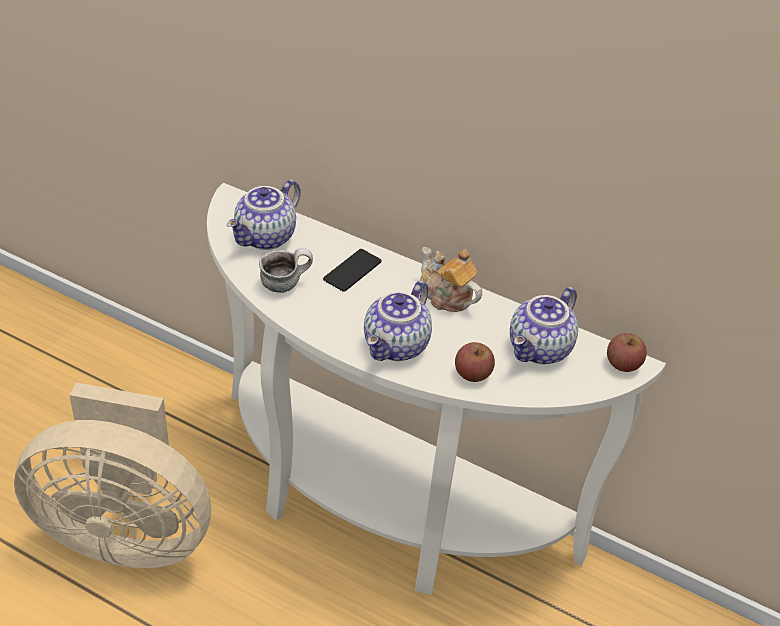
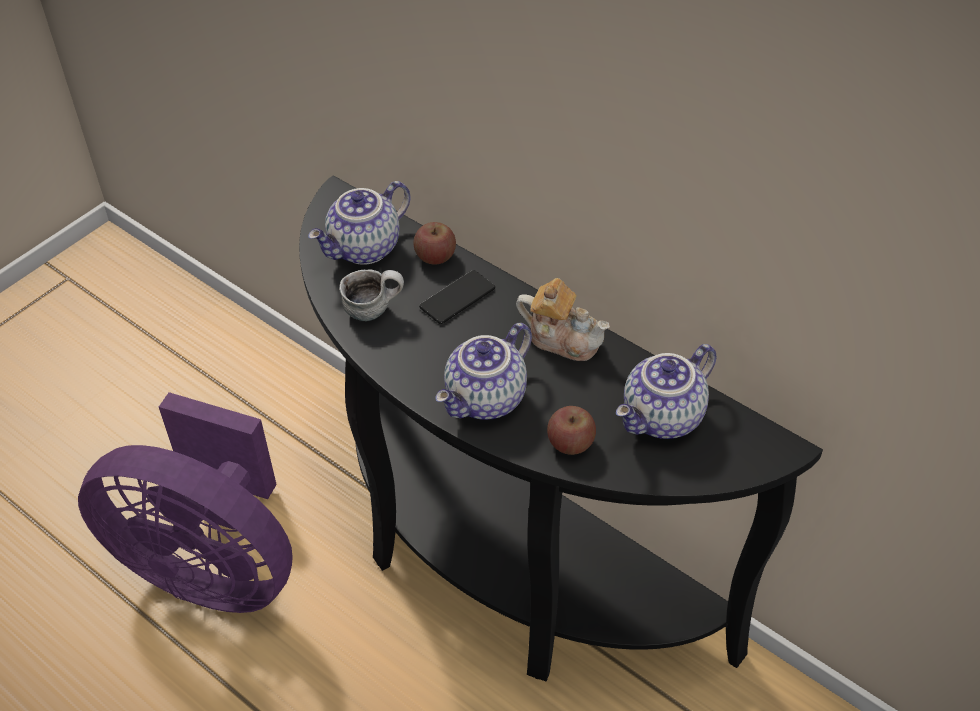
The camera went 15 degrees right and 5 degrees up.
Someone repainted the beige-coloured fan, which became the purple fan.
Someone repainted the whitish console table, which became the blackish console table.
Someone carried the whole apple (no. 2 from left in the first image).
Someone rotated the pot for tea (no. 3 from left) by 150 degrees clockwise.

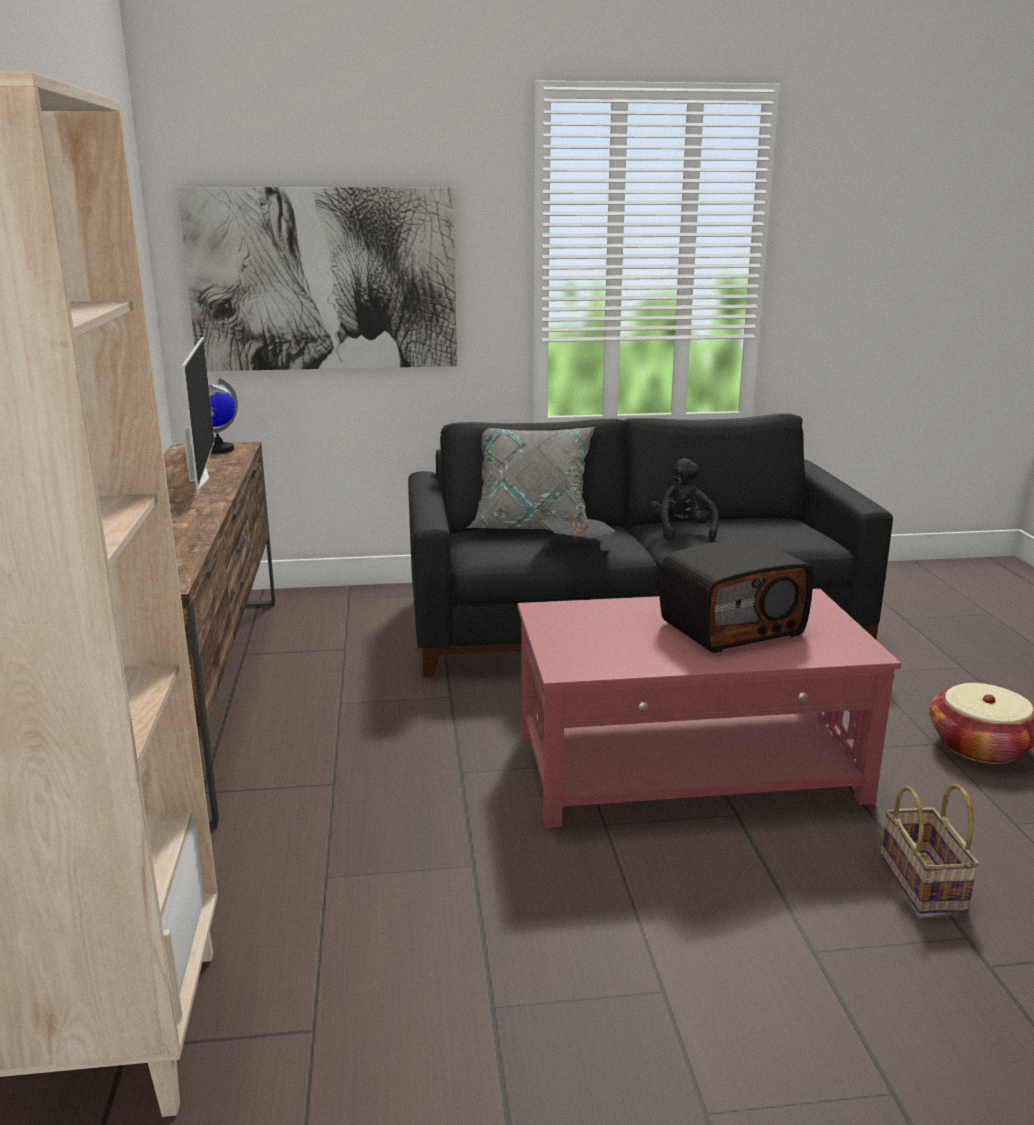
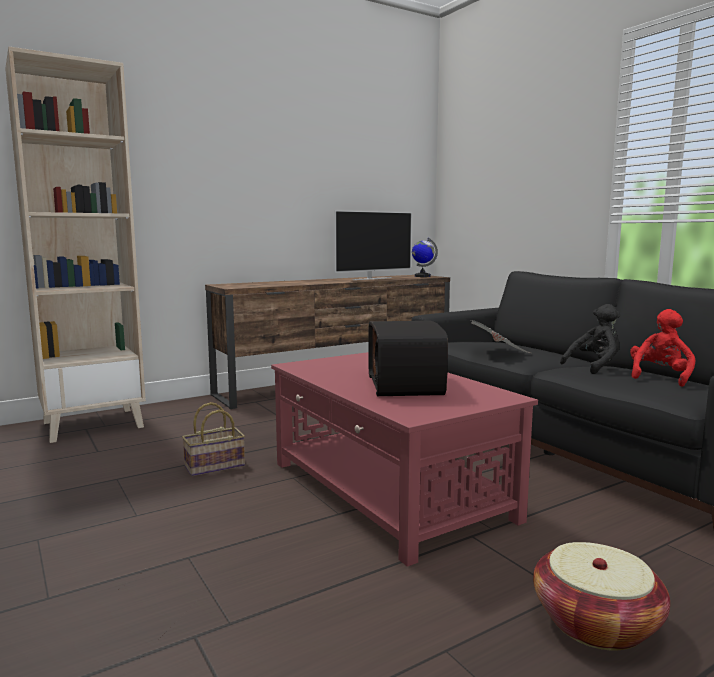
The camera went 65 degrees right and 10 degrees down.
Someone carried the basket (no. 1 from left).
Someone rotated the radio receiver by 45 degrees clockwise.
Someone put down the reddish plush toy.
Someone took away the picture.
Someone took away the gray throw pillow.

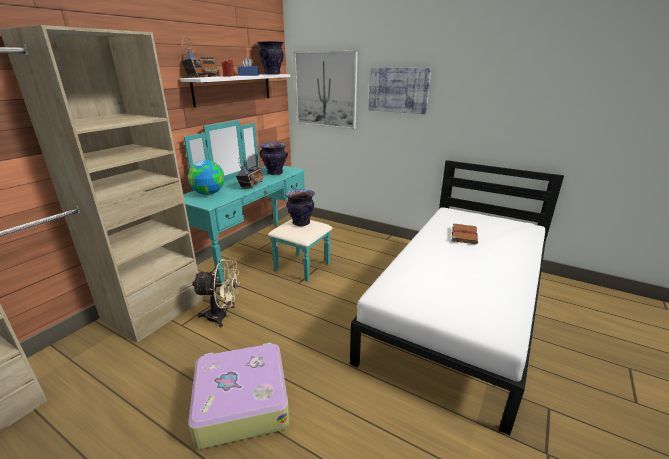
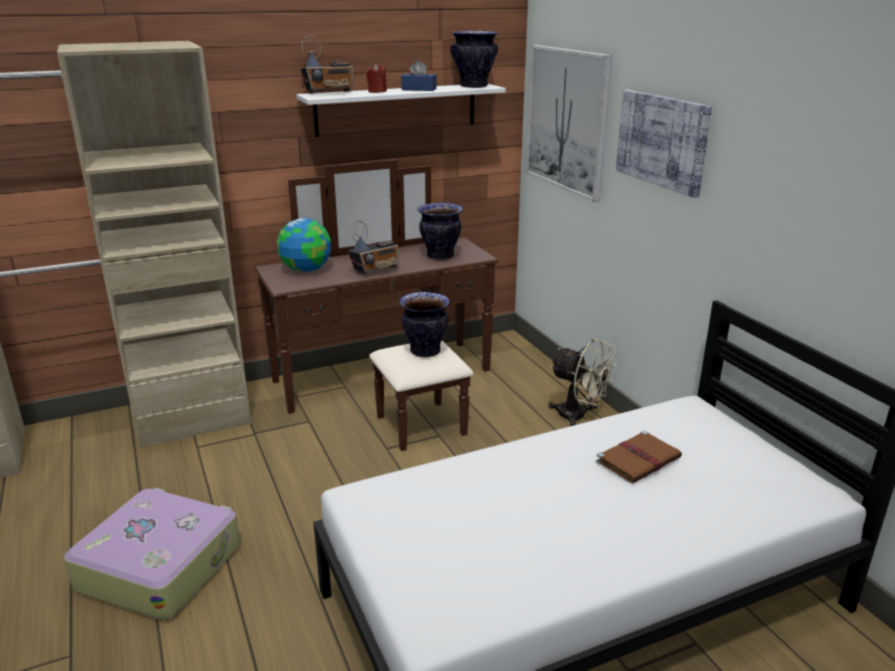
The camera went 35 degrees right and 0 degrees up.
Someone repainted the turquoise drawer chest, which became the brown drawer chest.
Someone carried the beige-coloured fan.

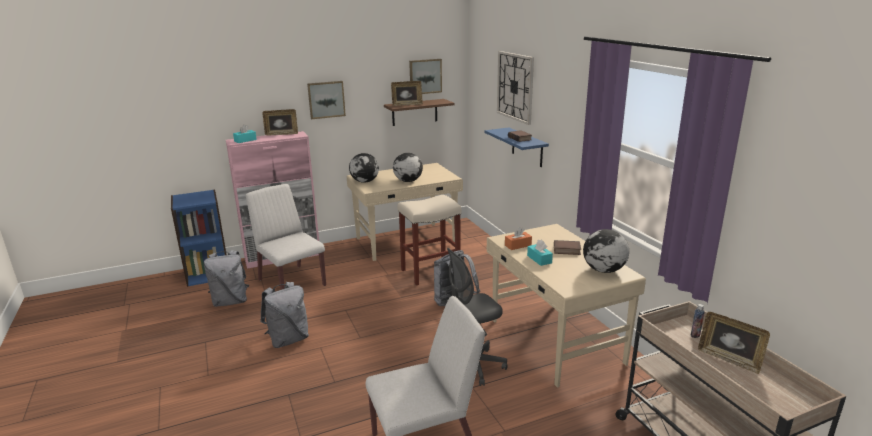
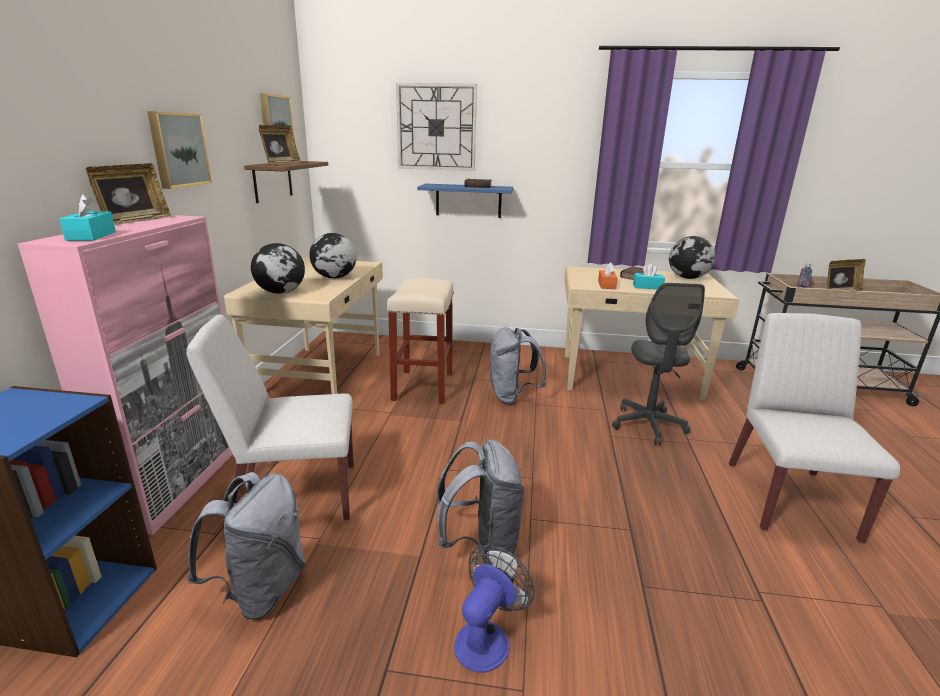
The camera went 60 degrees left and 0 degrees up.
Someone put down the fan.

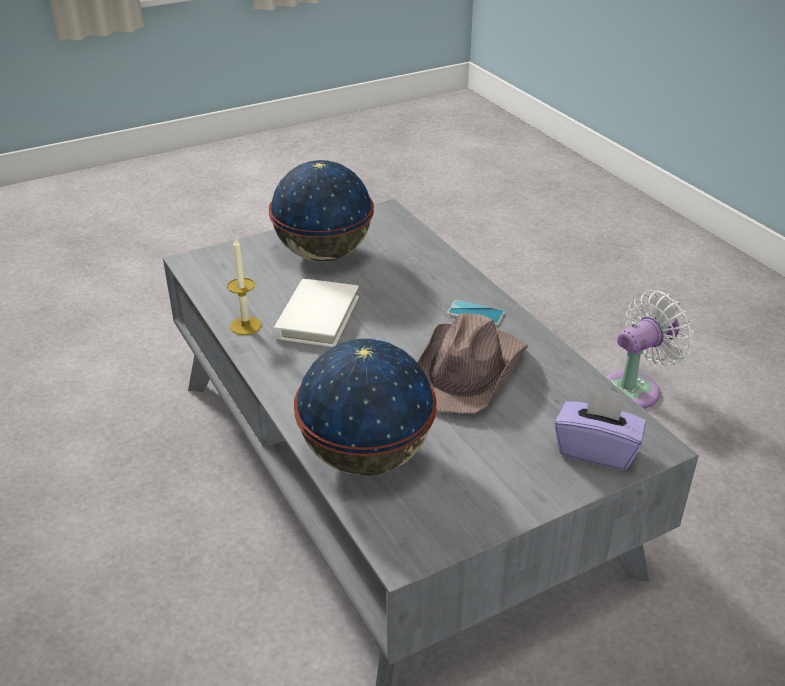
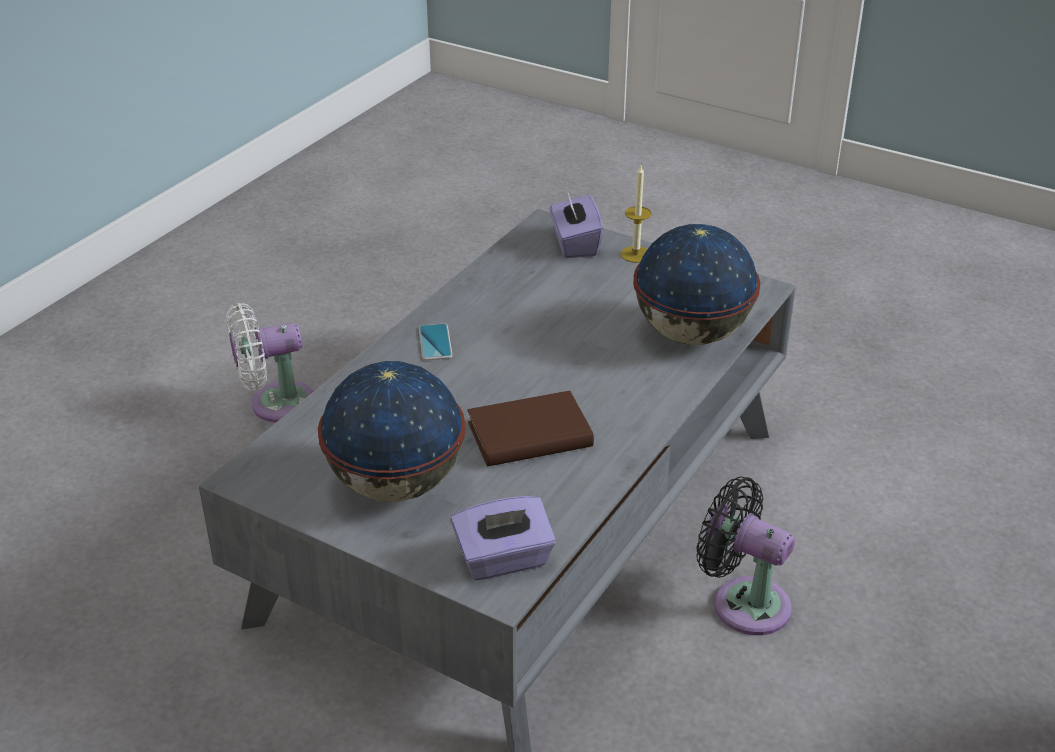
The camera went 120 degrees left and 0 degrees up.
Someone rotated the whitish fan by 45 degrees counterclockwise.
Someone put down the purple tissue box (no. 1 from left).
Someone repainted the whitish volume, which became the brown volume.
Someone carried the wax candle.
Someone put down the blackish fan.
Someone took away the brown clothing hat.

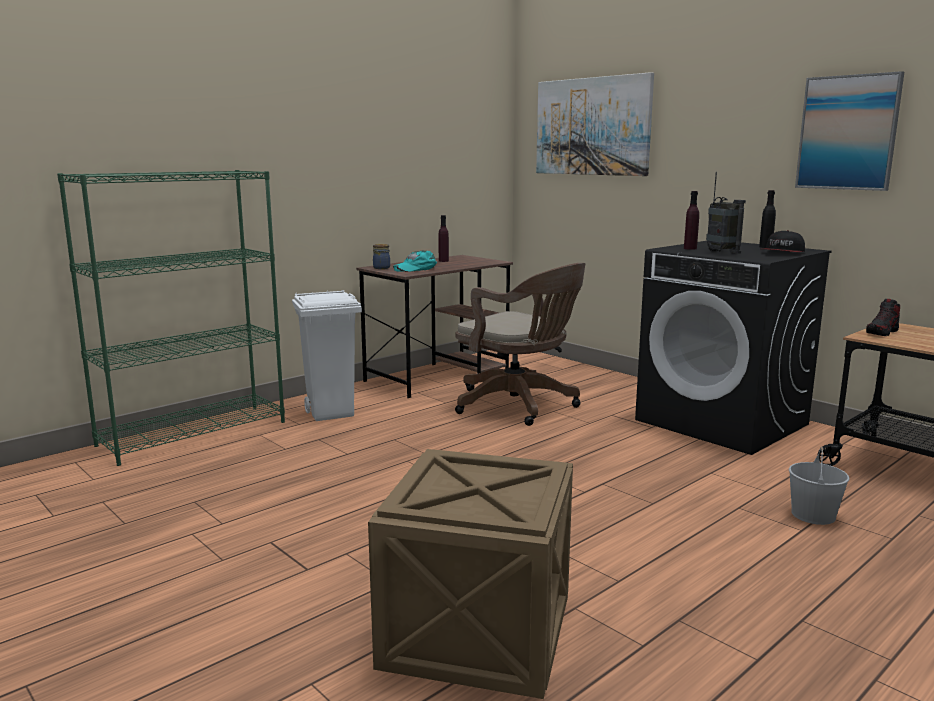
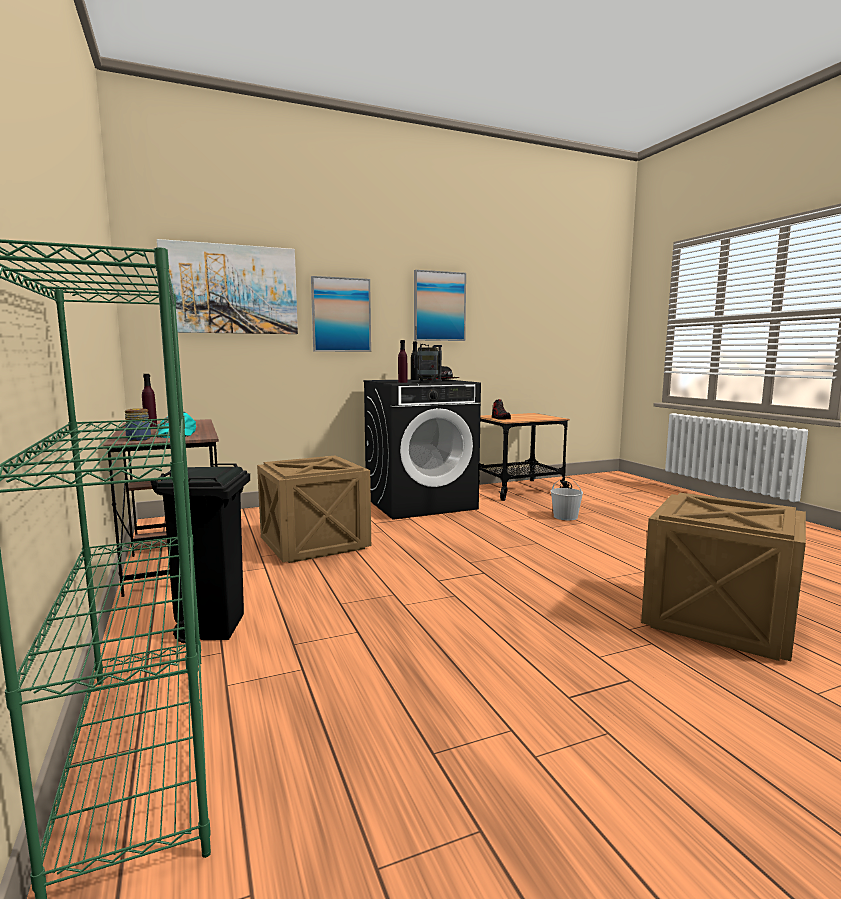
The camera went 70 degrees left and 5 degrees down.
Someone repainted the whitish rubbish bin, which became the blackish rubbish bin.
Someone swapped the brown computer chair for the packing crate (no. 1 from left).
Someone put up the picture (no. 2 from left).

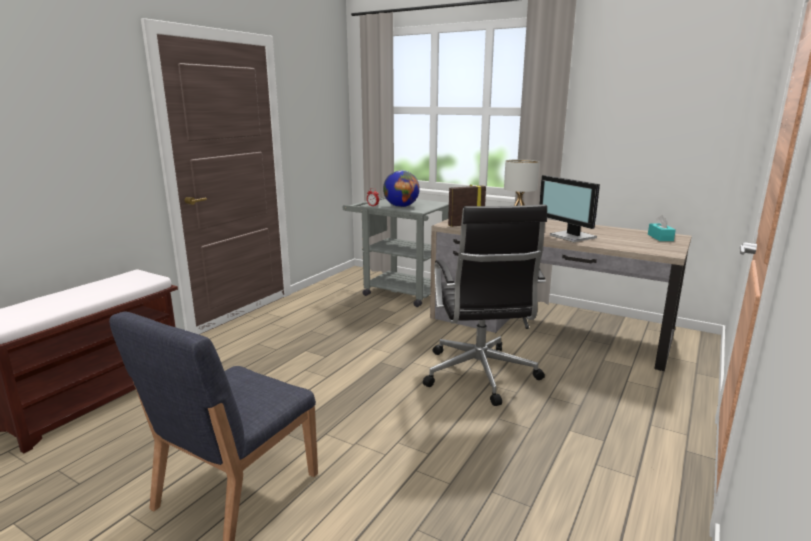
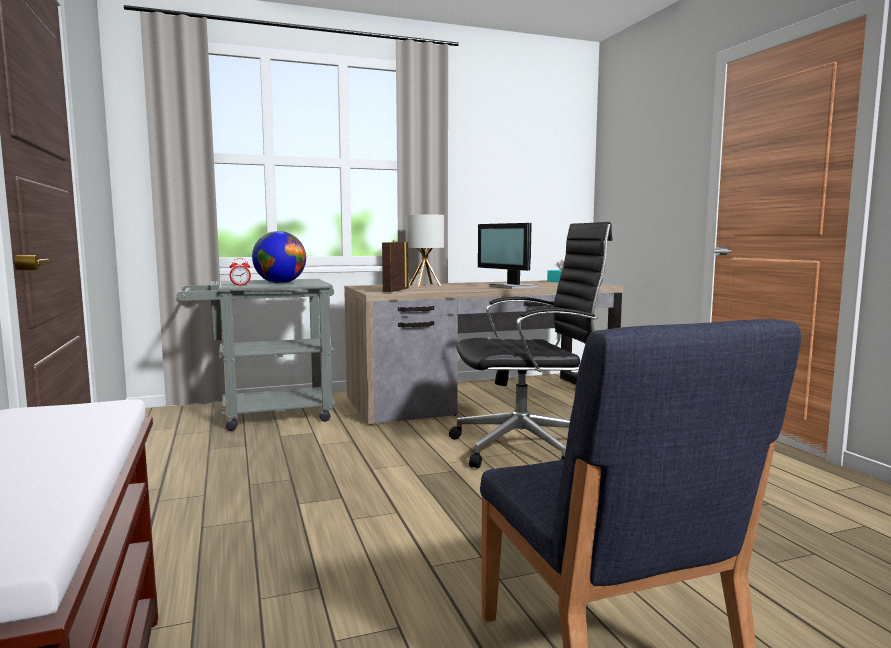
The camera went 50 degrees left and 10 degrees down.
Someone rotated the blackish computer chair by 45 degrees counterclockwise.
Someone rotated the computer screen by 45 degrees clockwise.

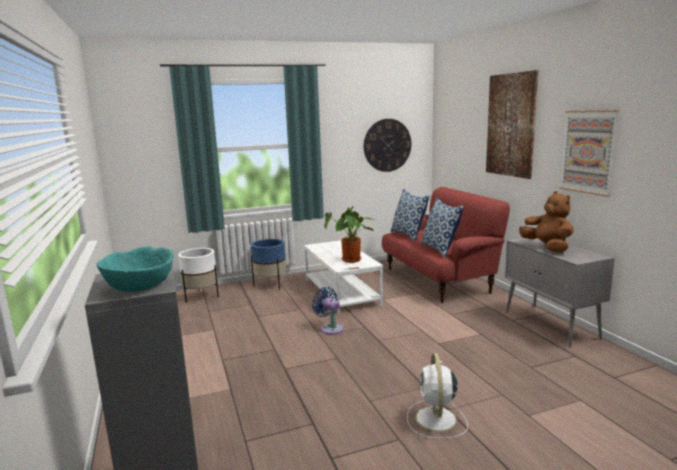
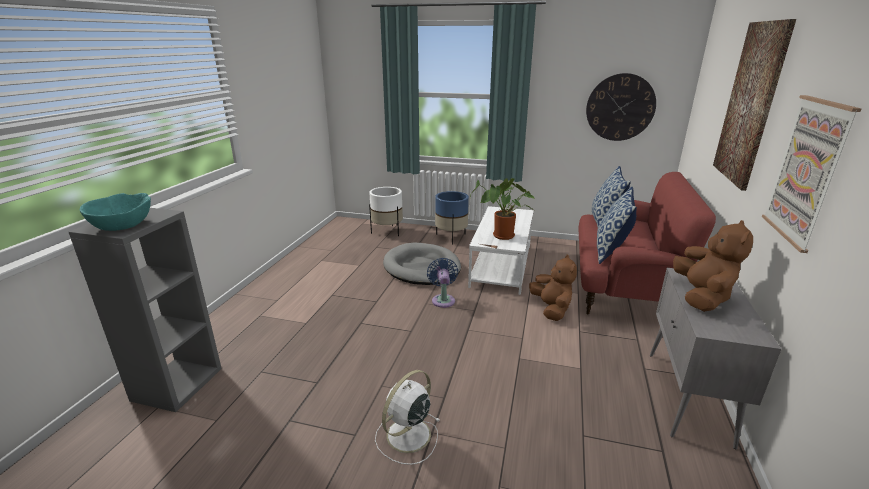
The camera went 35 degrees right and 10 degrees up.
Someone put down the gray pet bed.
Someone put down the brown plush toy (no. 1 from left).

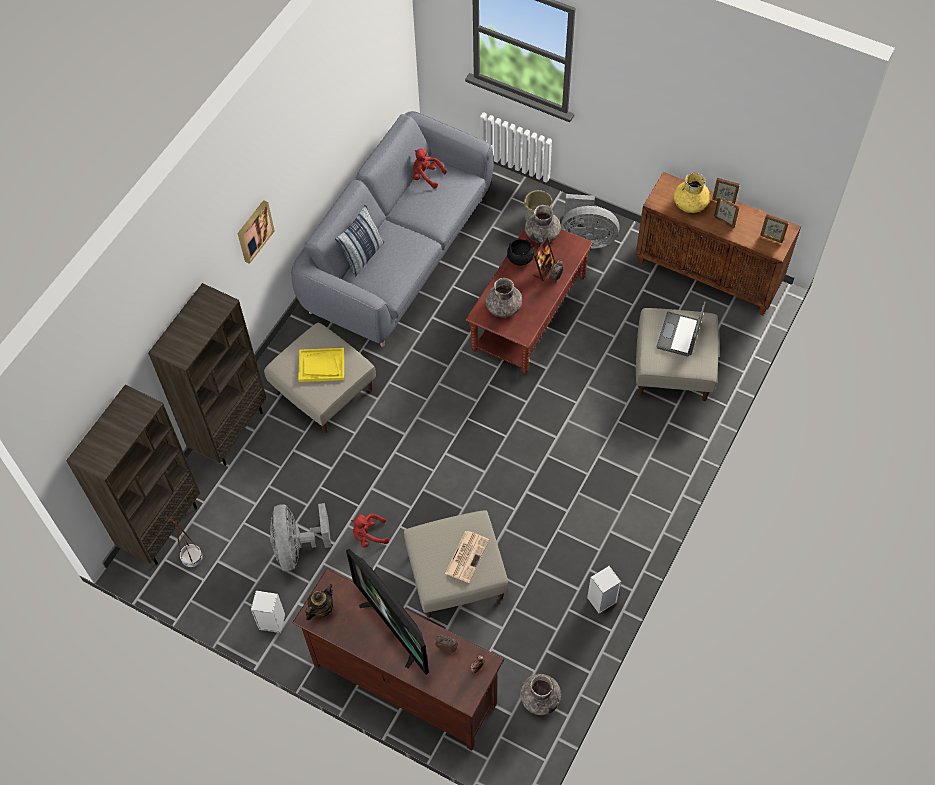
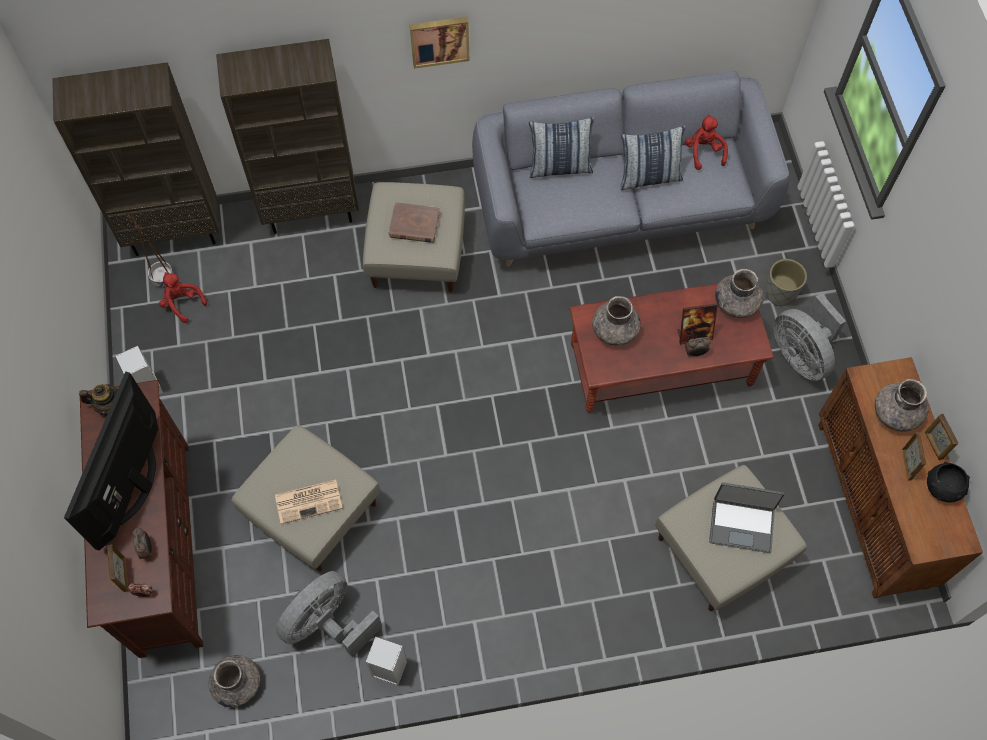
The camera went 50 degrees right and 5 degrees up.
Someone carried the photo frame (no. 4 from left in the first image).
Someone carried the reddish plush toy (no. 1 from left).
Someone carried the gray fan (no. 1 from left).
Someone swapped the yellow-coloured tray for the brown volume.
Someone put down the throw pillow (no. 2 from left).
Someone rotated the notebook computer by 150 degrees counterclockwise.
Someone repainted the yellow-coloured flower vase, which became the gray flower vase (no. 4 from left).
Someone carried the blackish bowl.

